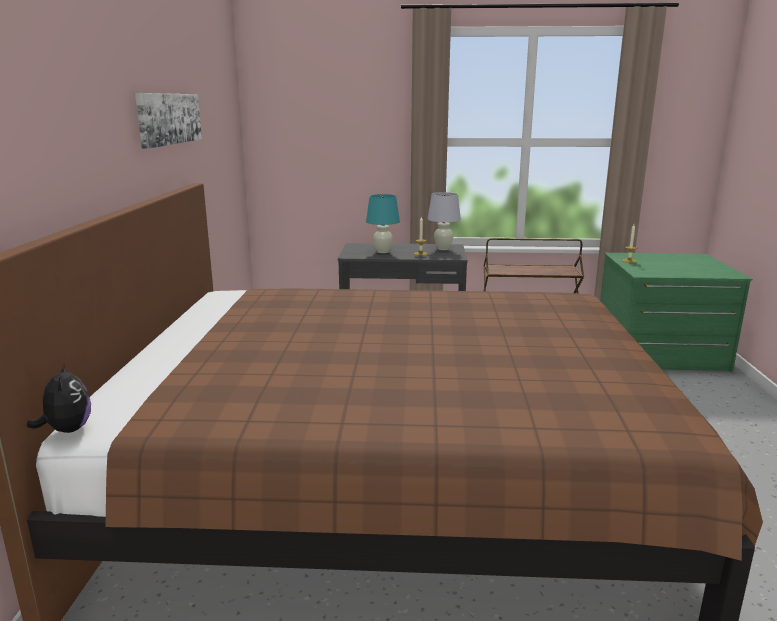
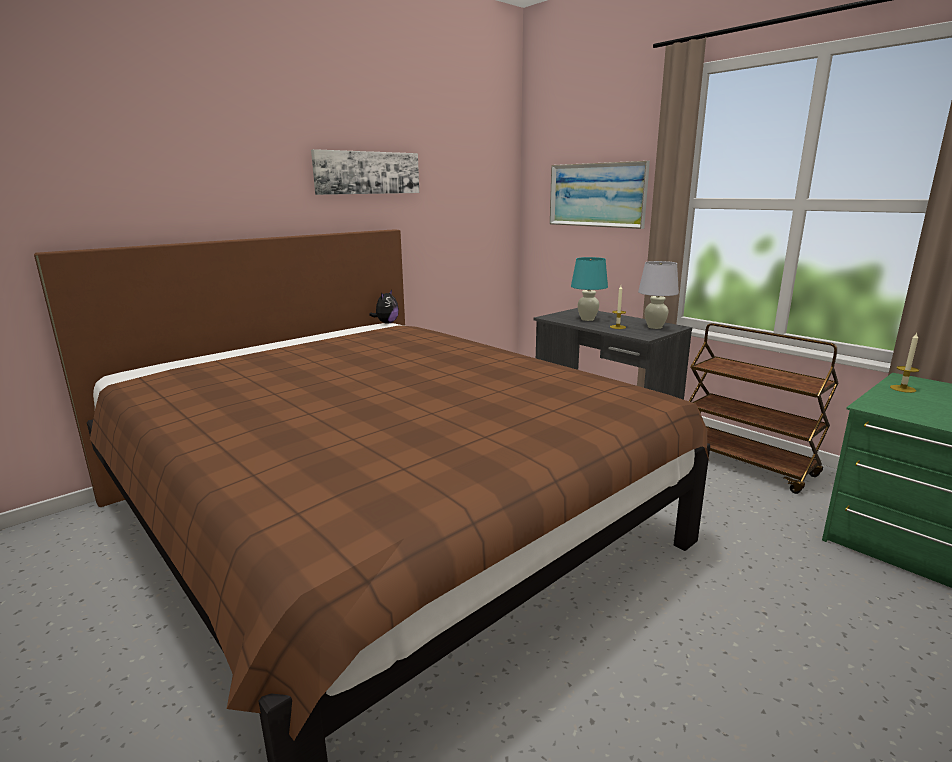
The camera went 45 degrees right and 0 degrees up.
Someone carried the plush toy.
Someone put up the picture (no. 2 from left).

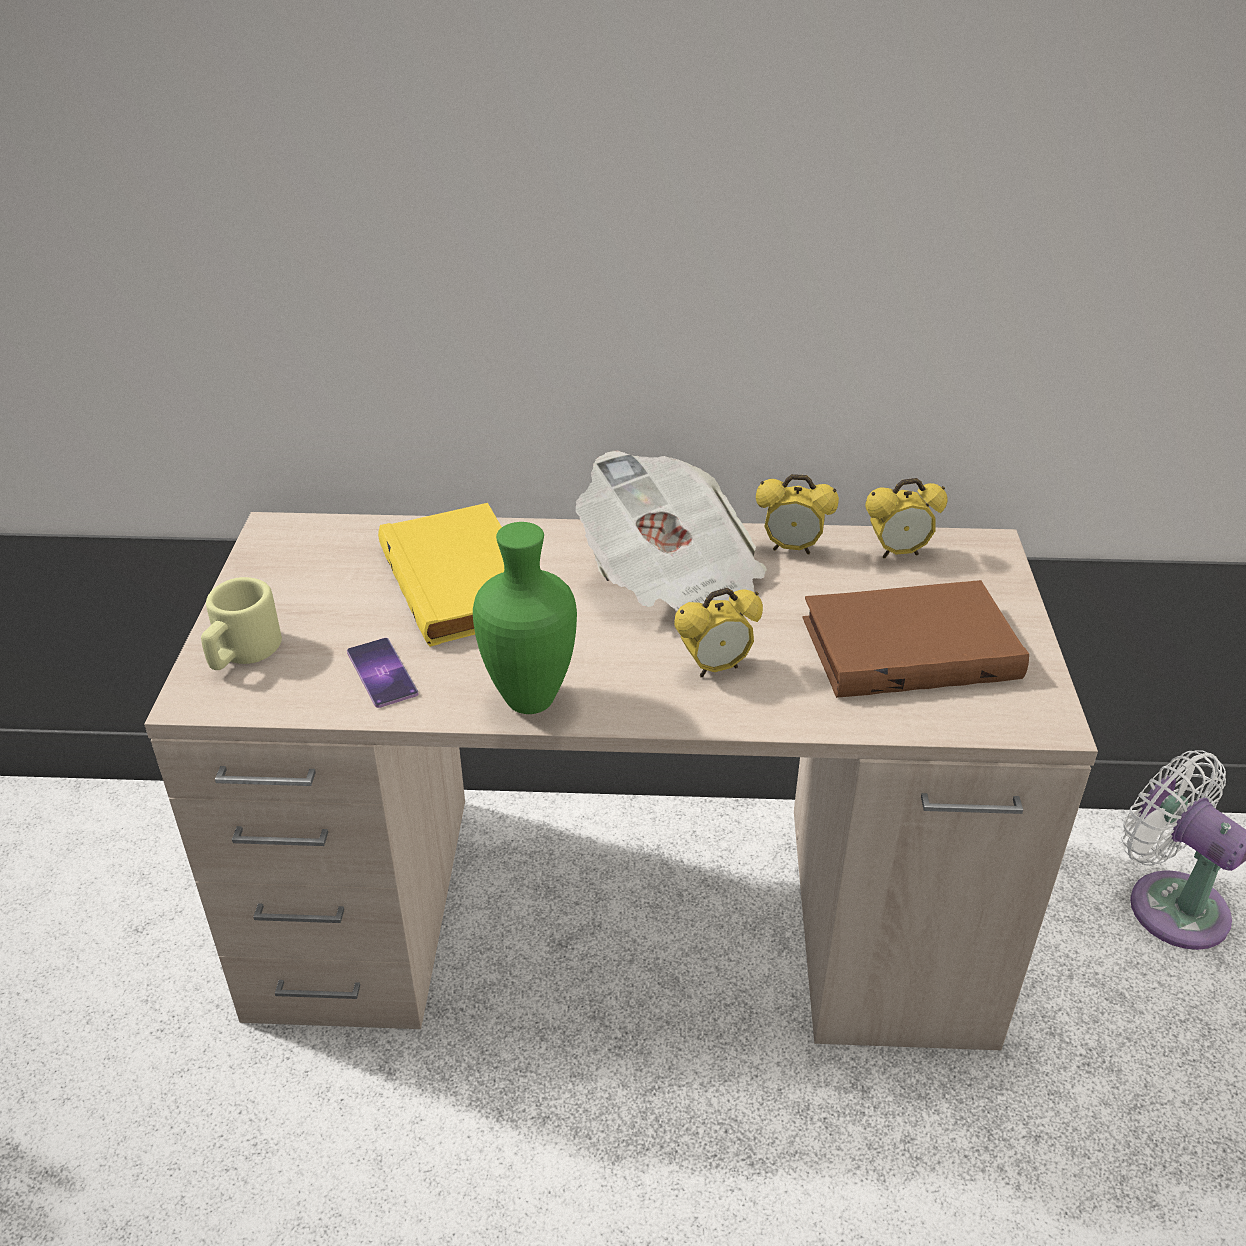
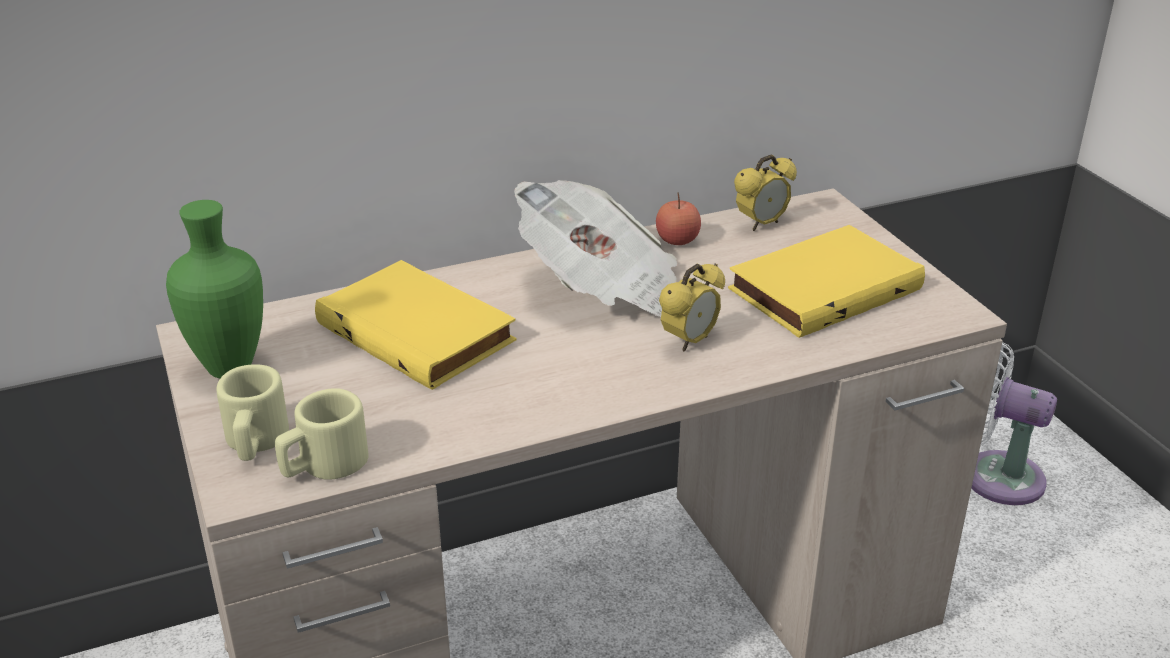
The camera went 25 degrees left and 5 degrees down.
Someone carried the greenish flower vase.
Someone put down the beige-coloured tea mug (no. 2 from left).
Someone swapped the bedside clock (no. 2 from left) for the whole apple.
Someone repainted the brown volume, which became the yellow-coloured volume (no. 2 from left).
Someone took away the phone.

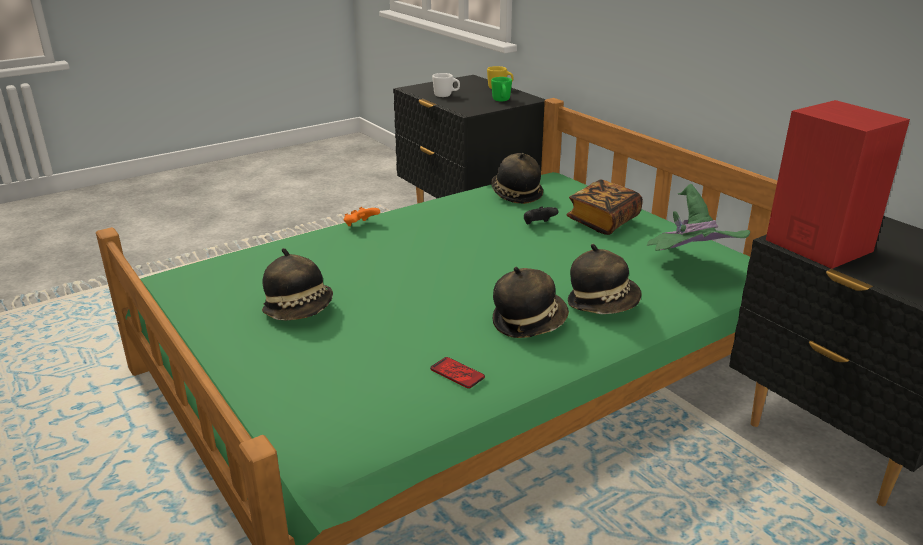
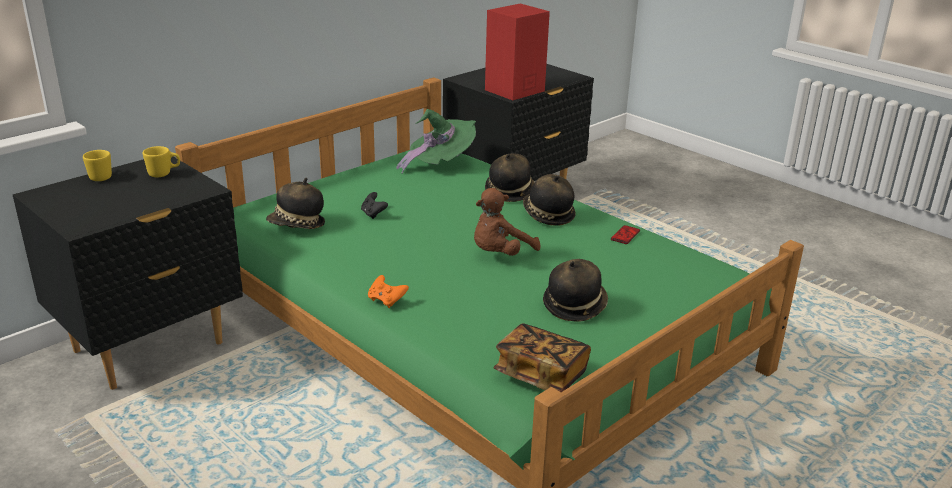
The camera went 100 degrees left and 0 degrees up.
Someone repainted the greenish tea mug, which became the yellow-coloured tea mug (no. 2 from left).
Someone put down the brown plush toy.
Someone carried the volume.
Someone took away the whitish tea mug.

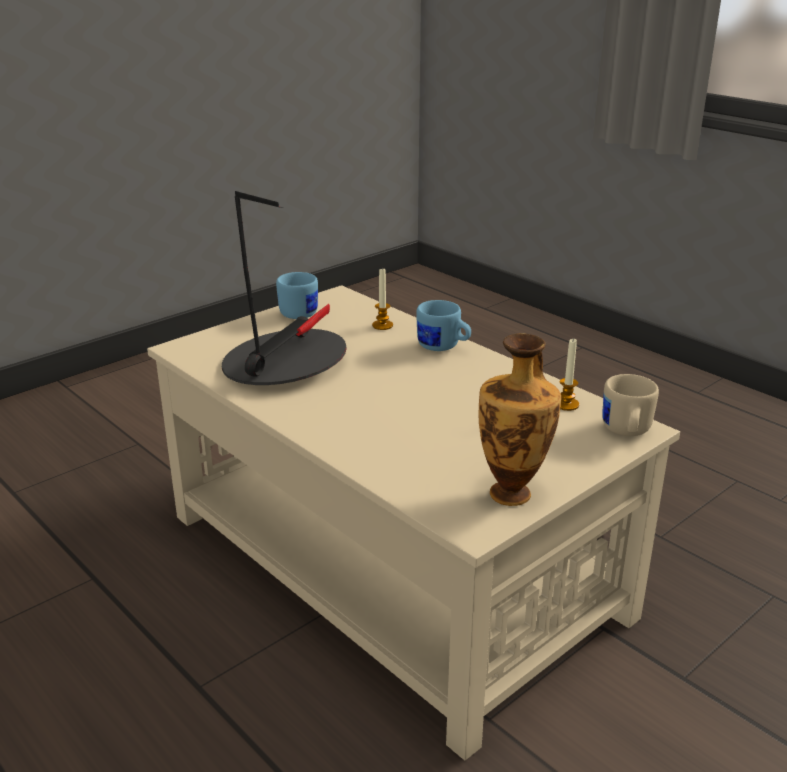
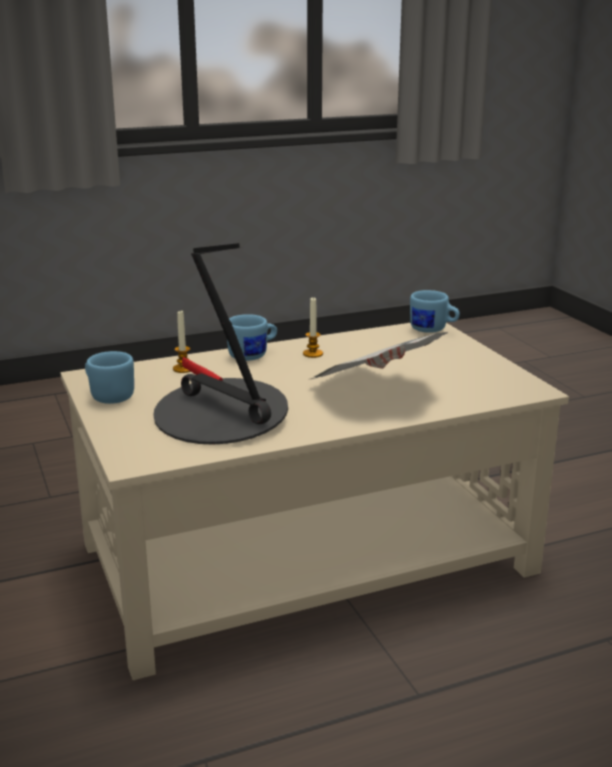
The camera went 70 degrees left and 5 degrees down.
Someone carried the wax candle (no. 2 from left).
Someone put down the daily paper.
Someone repainted the beige-coloured tea mug, which became the bluish tea mug (no. 3 from left).
Someone took away the flower vase.

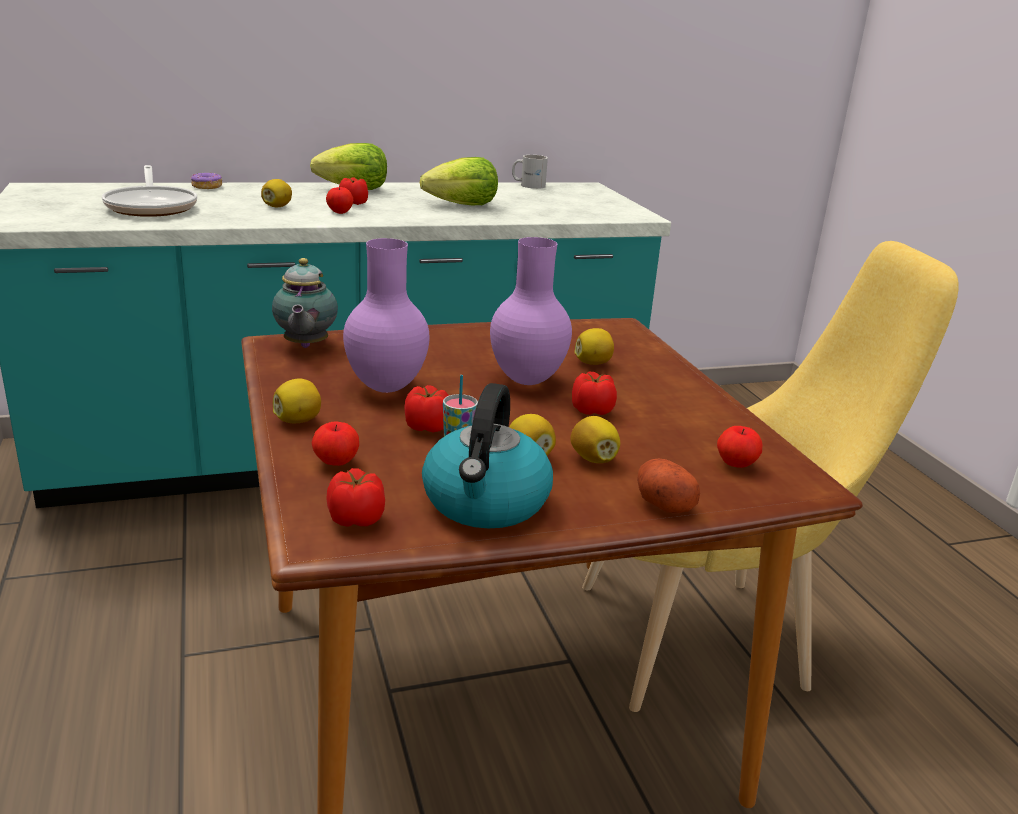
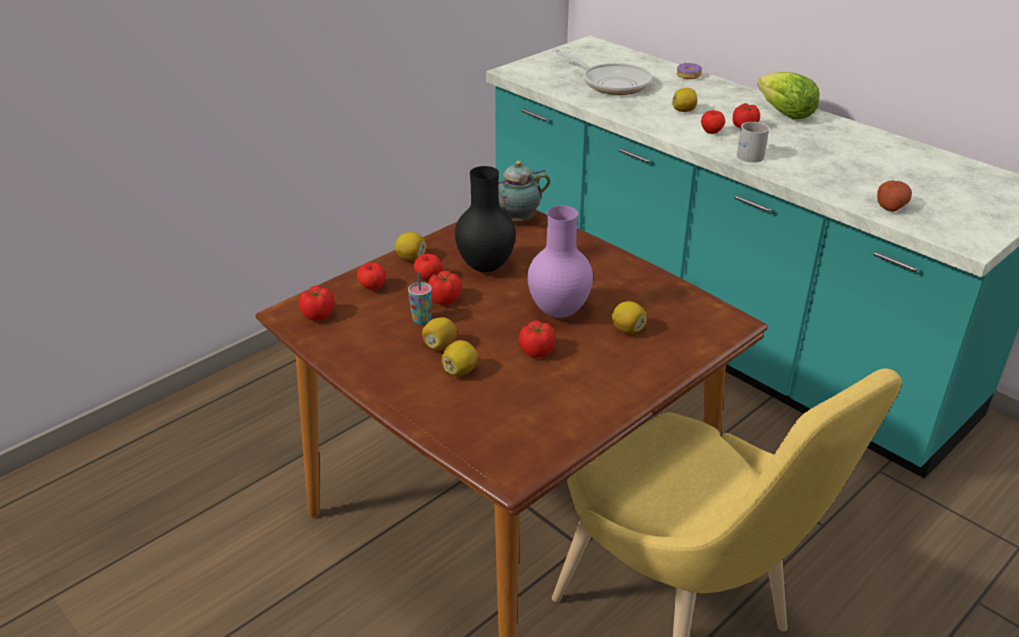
The camera went 65 degrees right and 10 degrees up.
Someone carried the whole apple (no. 3 from left in the first image).
Someone repainted the purple flower vase (no. 1 from left), which became the blackish flower vase.
Someone rotated the frying pan by 90 degrees counterclockwise.
Someone carried the whitish tea mug.
Someone carried the potato.
Someone took away the lettuce head (no. 2 from left).
Someone took away the water kettle.

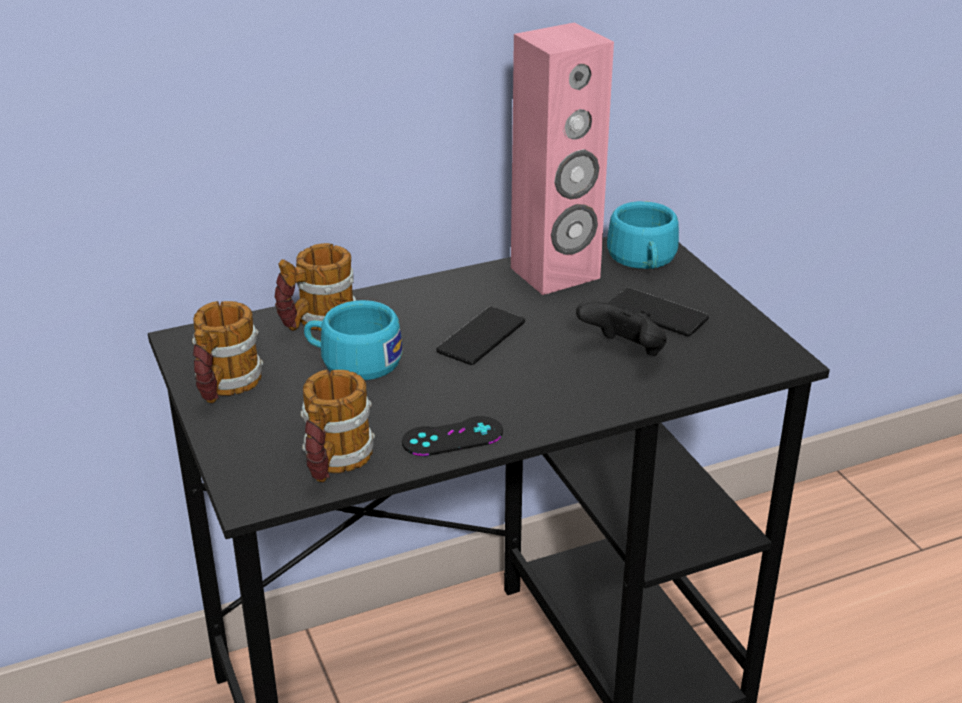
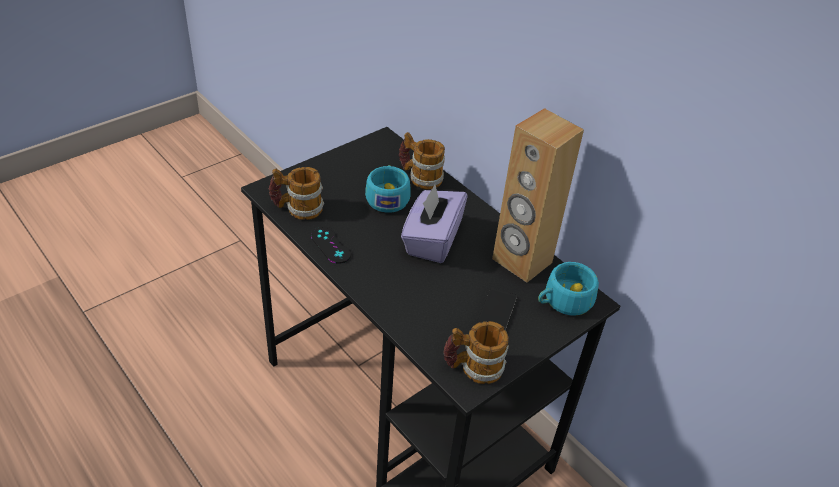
The camera went 70 degrees right and 10 degrees up.
Someone swapped the phone (no. 1 from left) for the purple tissue box.
Someone carried the tea mug (no. 1 from left in the first image).
Someone repainted the pink-coloured audio speaker, which became the brown audio speaker.
Someone took away the blackish gamepad (no. 2 from left).

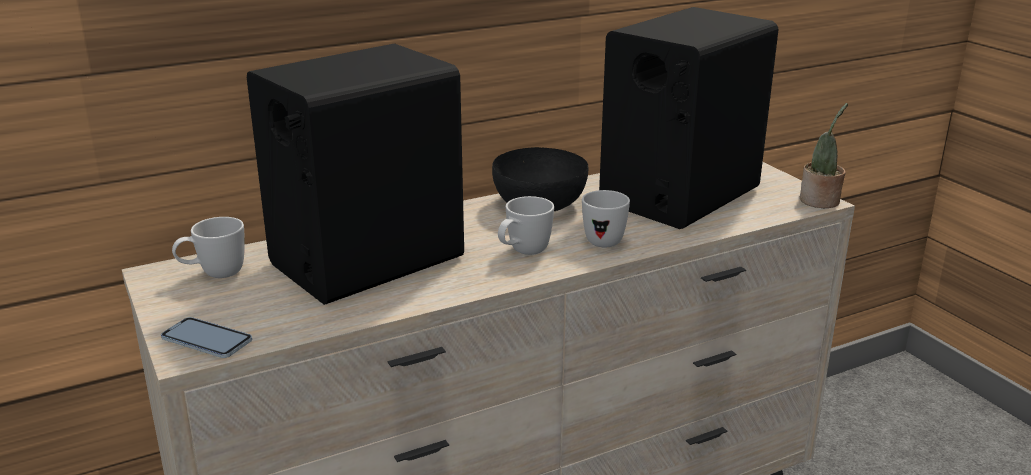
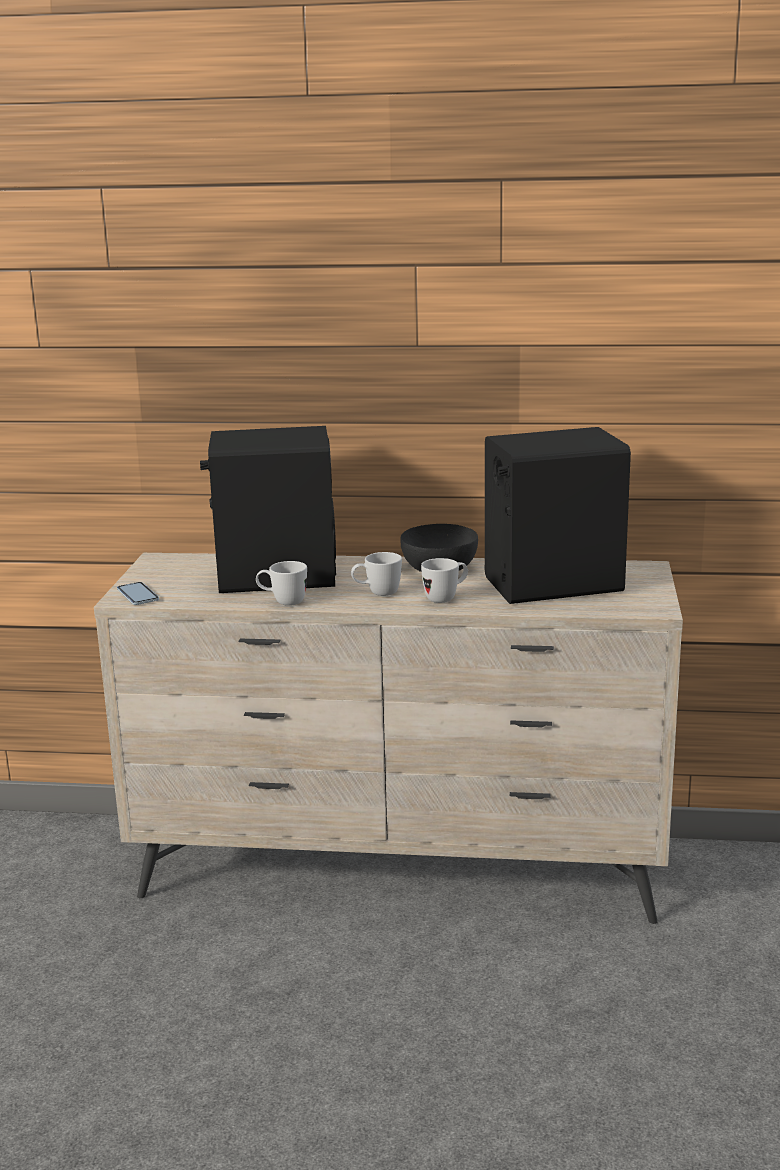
The camera went 35 degrees right and 5 degrees down.
Someone carried the whitish tea mug (no. 1 from left).
Someone took away the plant in a pot.

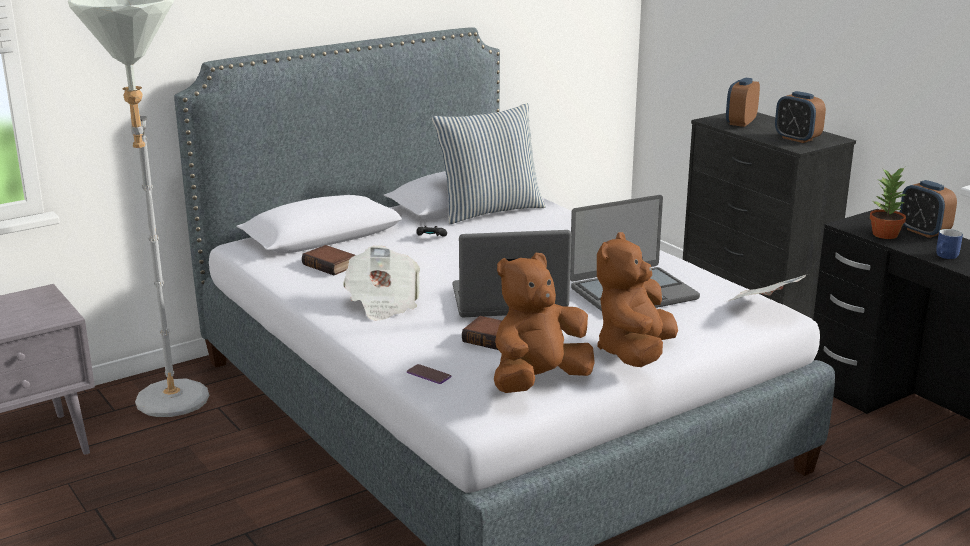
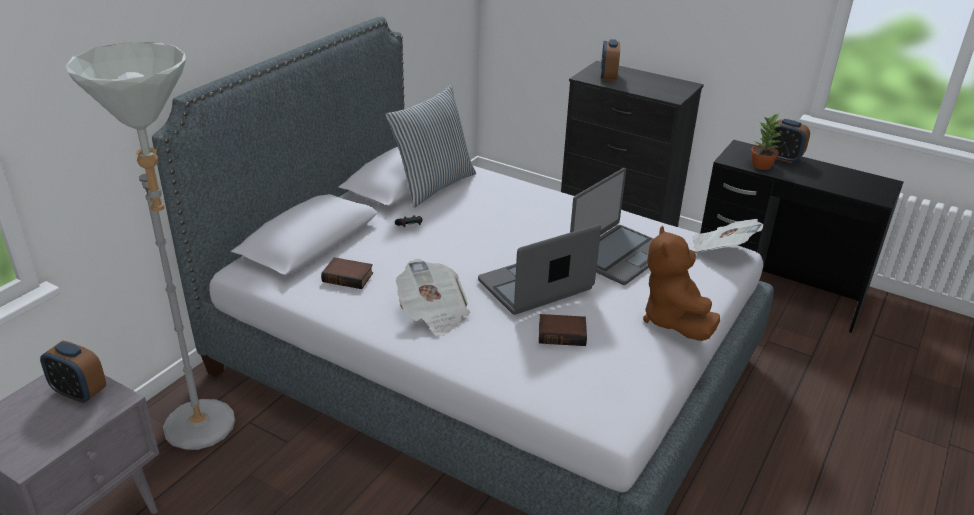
The camera went 25 degrees left and 10 degrees up.
Someone carried the bedside clock (no. 2 from left in the first image).
Someone took away the phone.
Someone took away the brown plush toy (no. 1 from left).
Someone took away the bluish tea mug.

